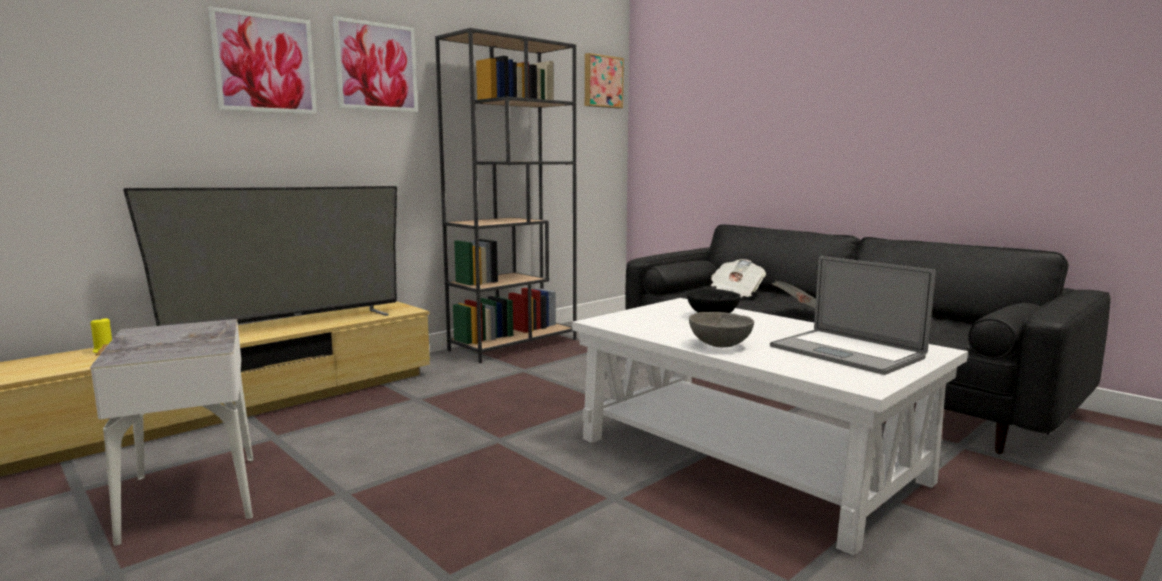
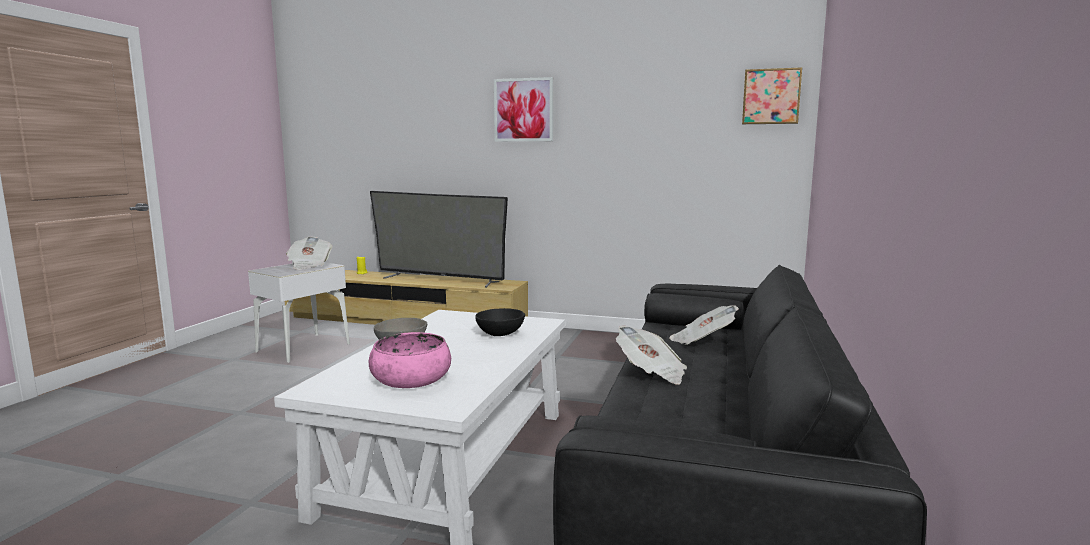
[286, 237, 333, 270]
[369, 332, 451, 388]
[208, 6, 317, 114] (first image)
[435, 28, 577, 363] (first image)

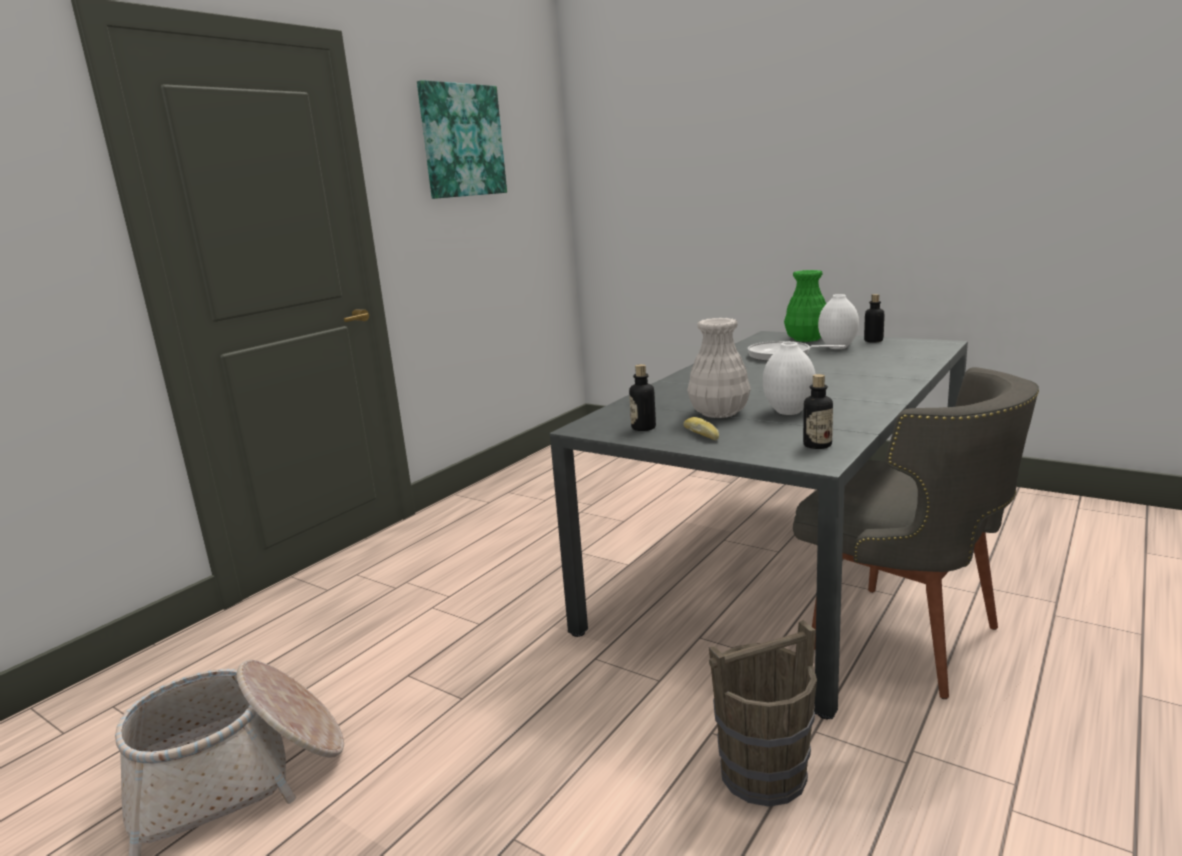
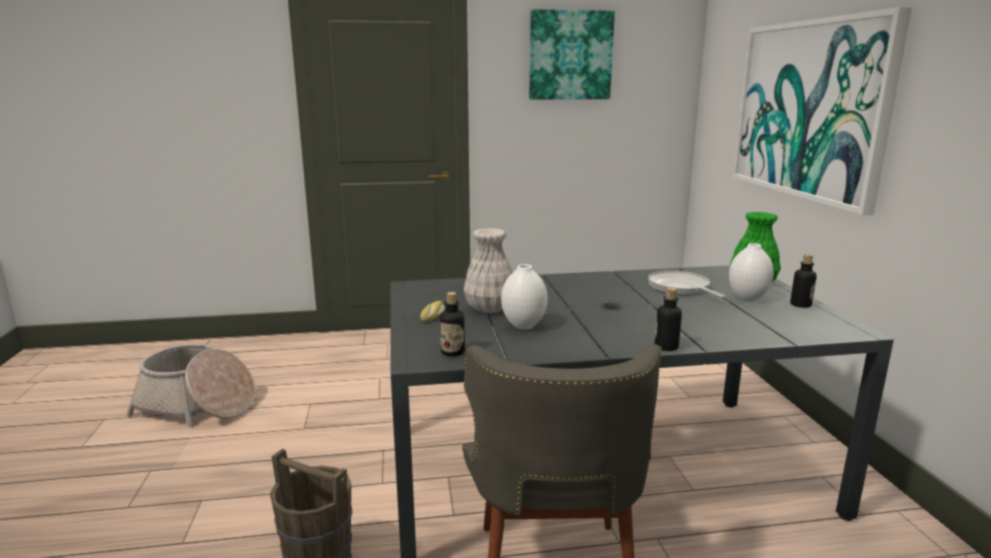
[655, 288, 682, 351]
[732, 7, 912, 215]

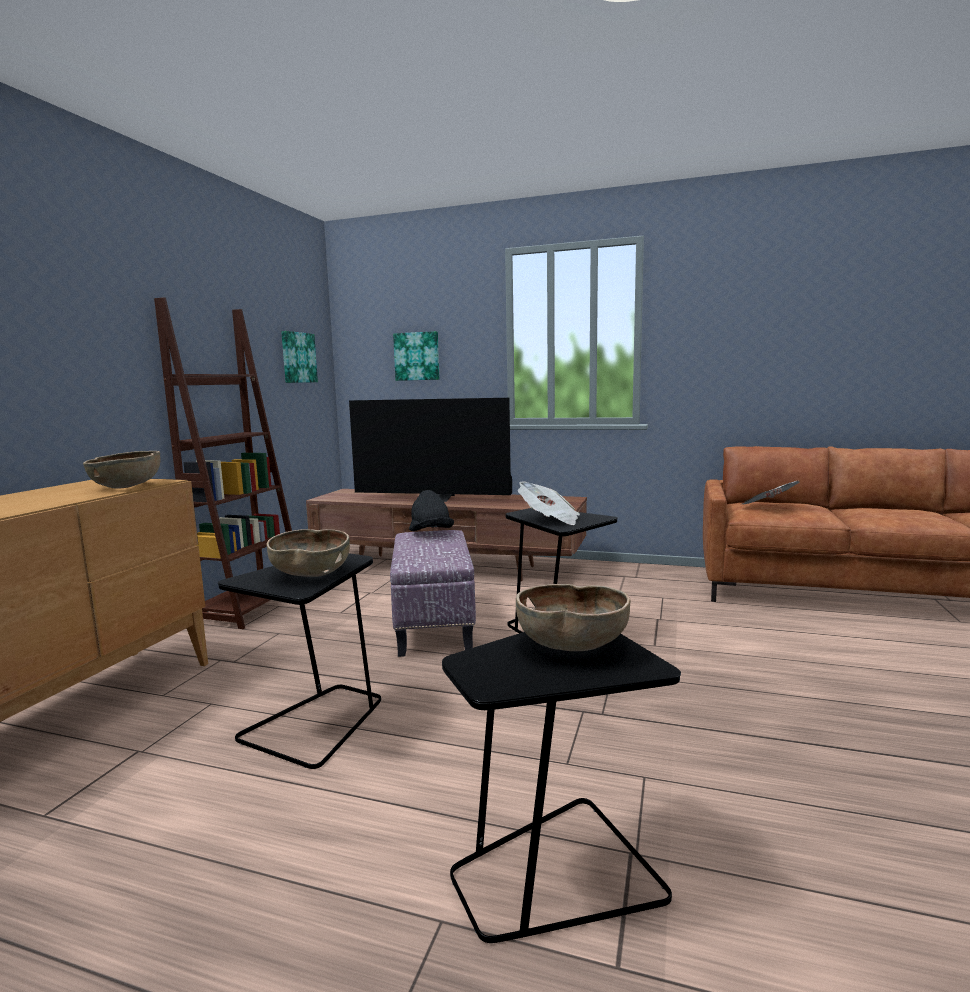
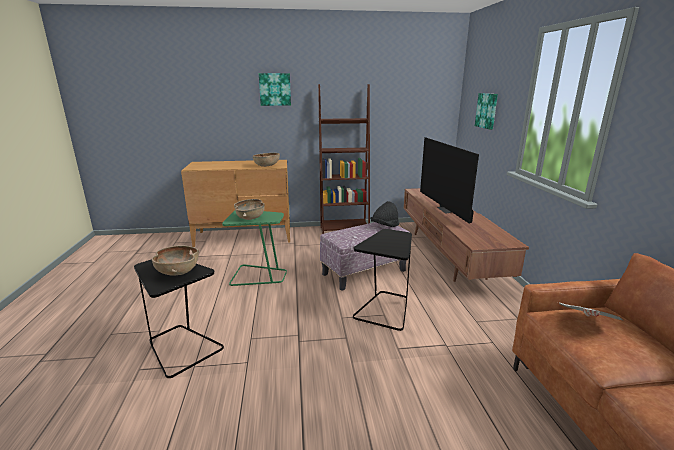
[222, 210, 287, 286]
[259, 73, 291, 106]
[518, 481, 580, 525] (first image)

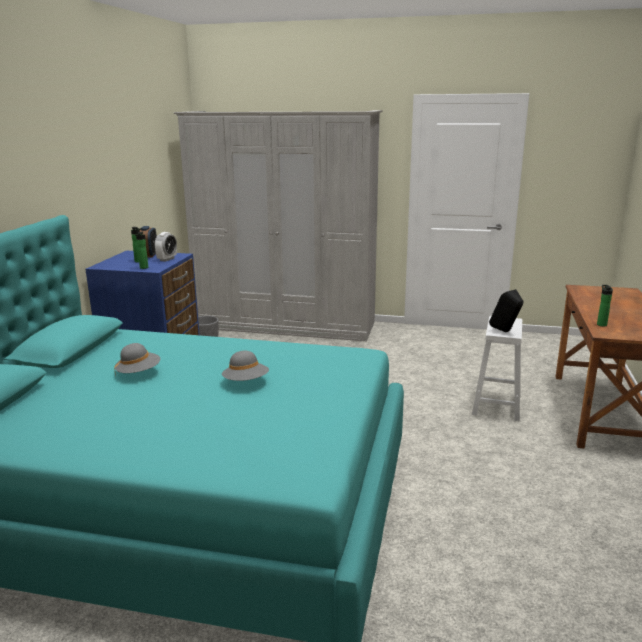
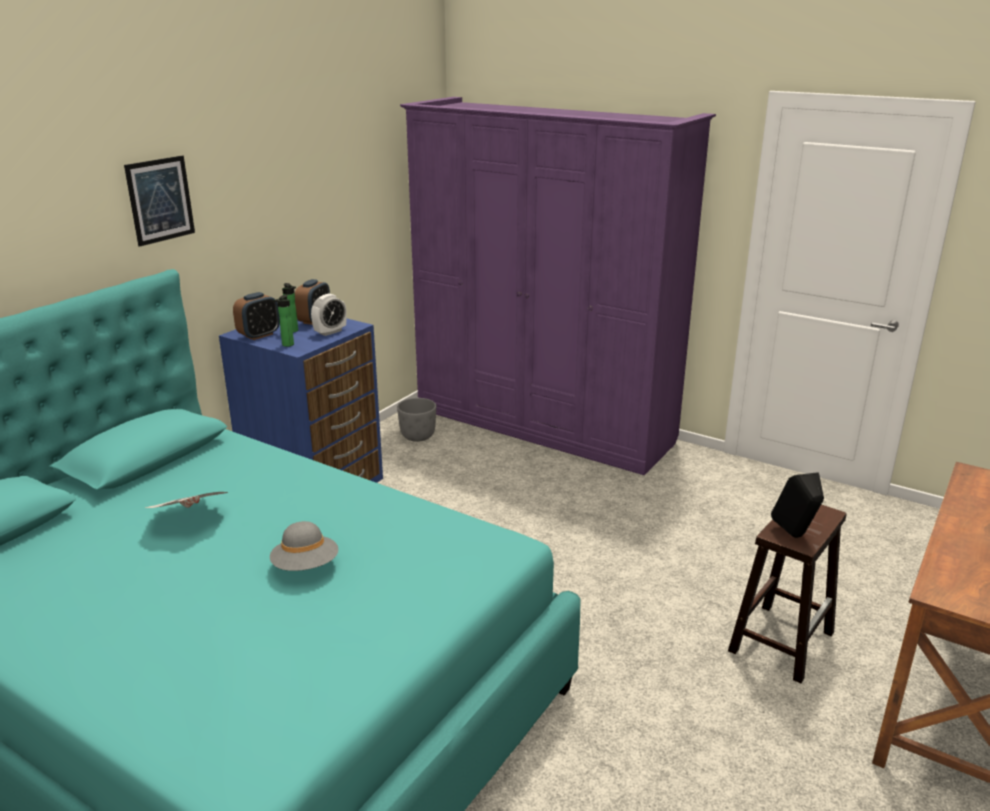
[124, 156, 195, 247]
[145, 492, 228, 508]
[233, 292, 280, 340]
[400, 97, 716, 475]
[728, 505, 846, 683]
[597, 285, 613, 327] (first image)

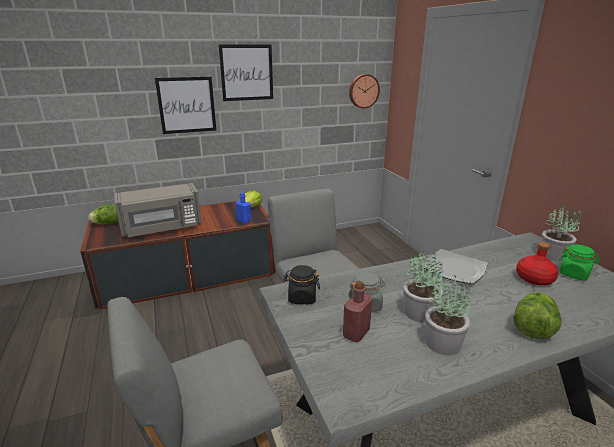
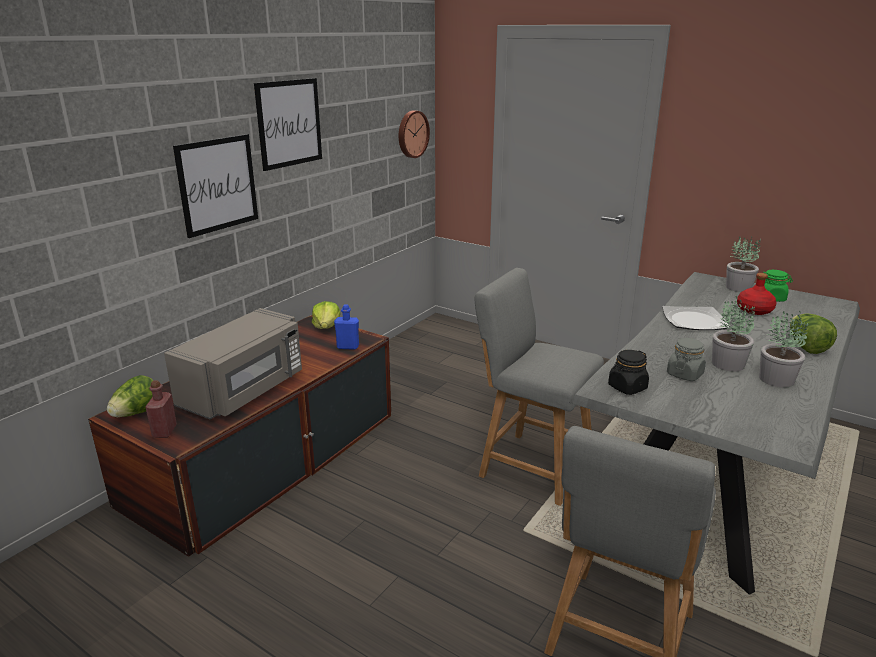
[145, 380, 177, 438]

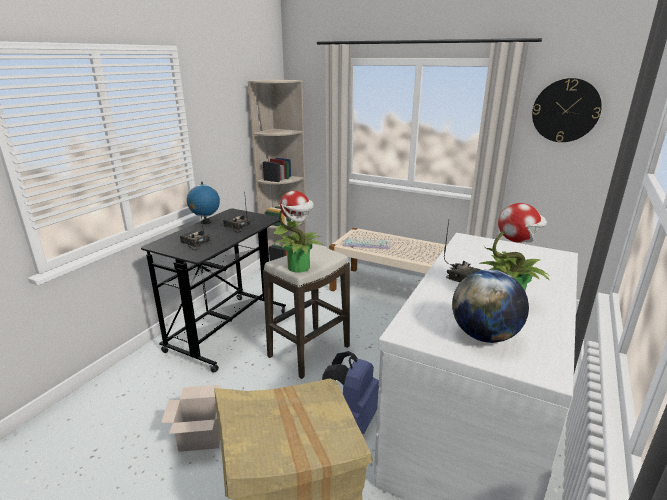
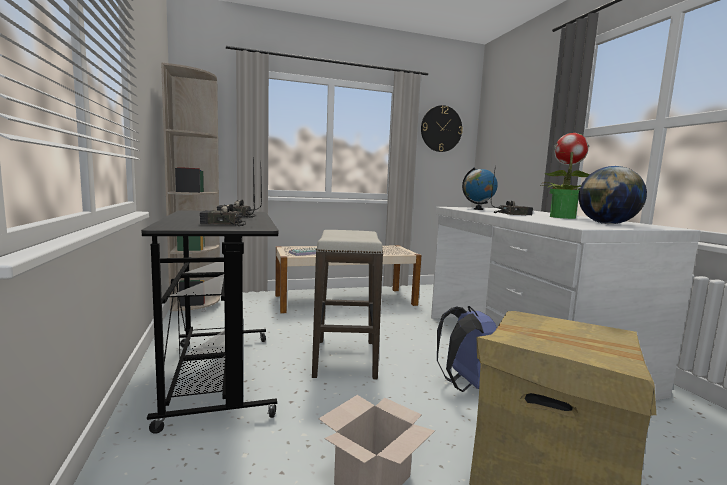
[462, 167, 498, 210]
[273, 191, 324, 272] (first image)

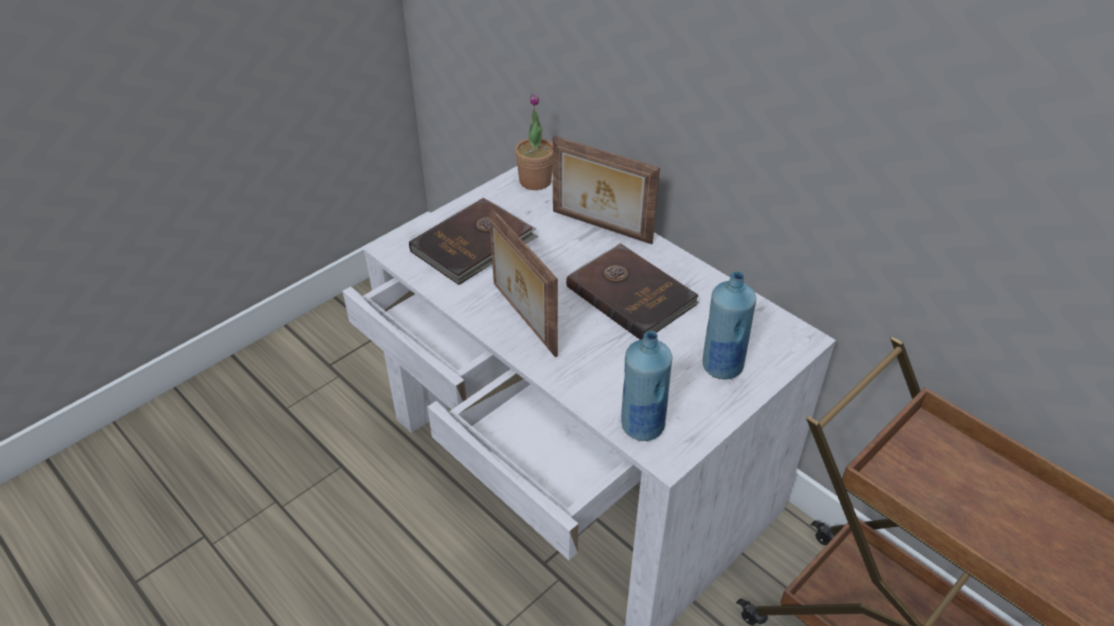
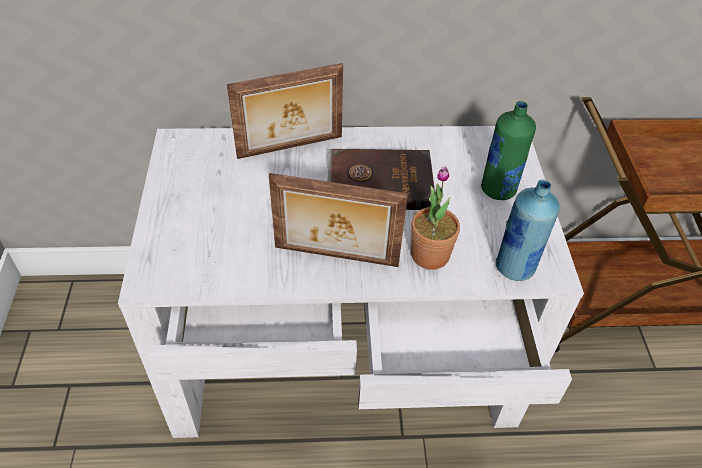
[411, 166, 460, 269]
[481, 101, 536, 200]
[409, 198, 538, 285] (first image)

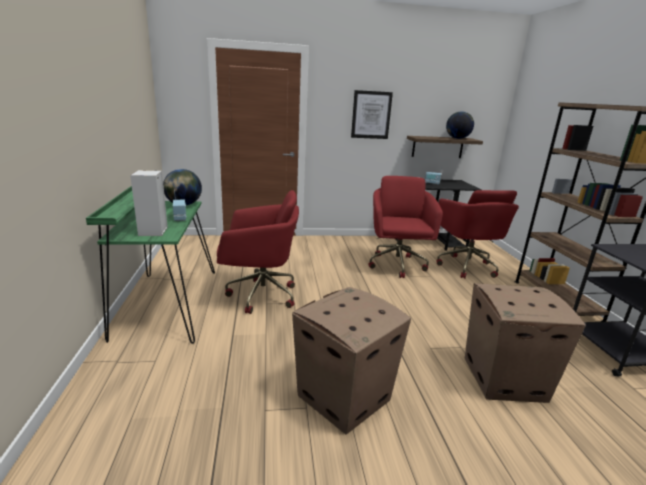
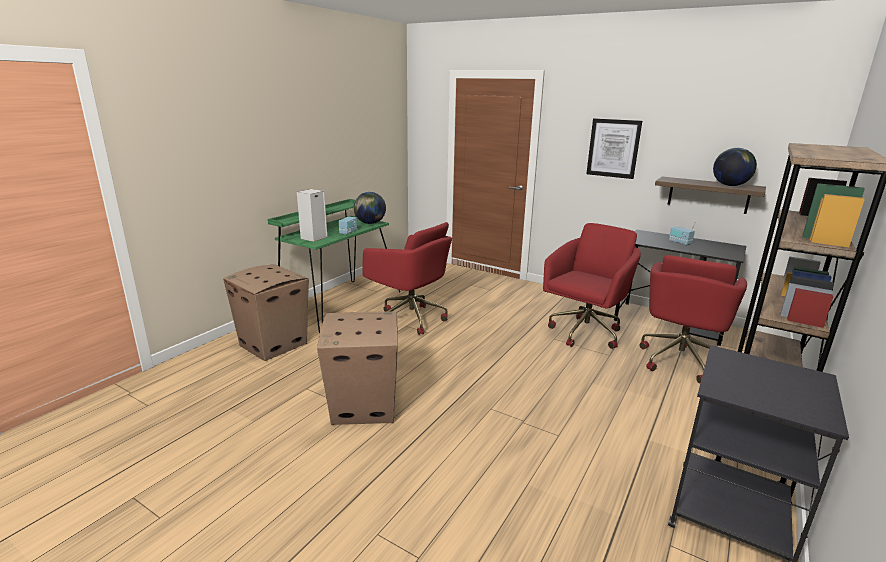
[223, 265, 309, 361]

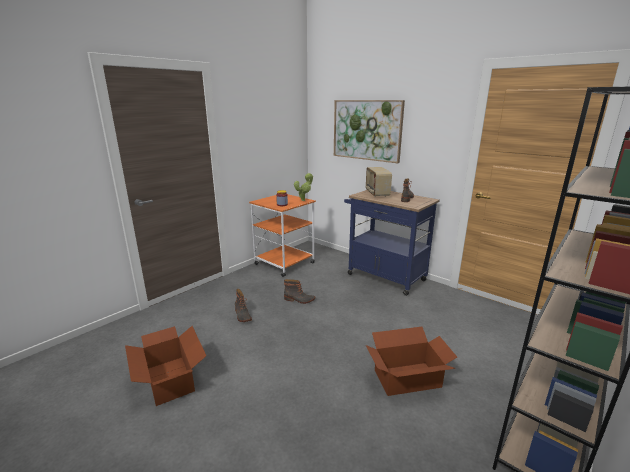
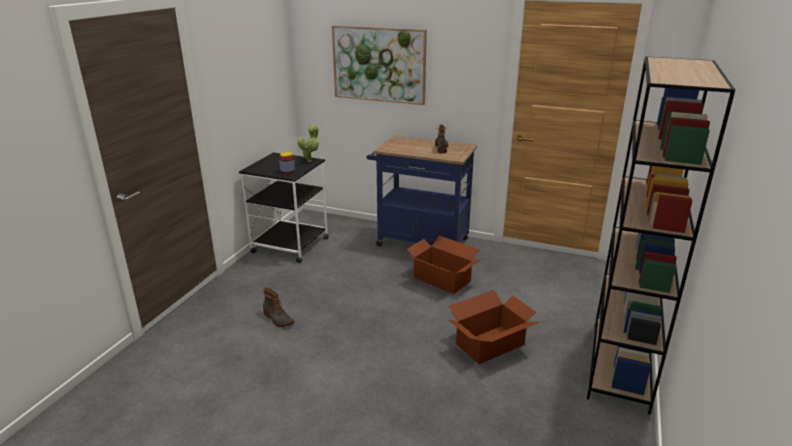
[239, 152, 329, 263]
[406, 235, 481, 294]
[284, 279, 315, 304] (first image)
[366, 167, 392, 197] (first image)

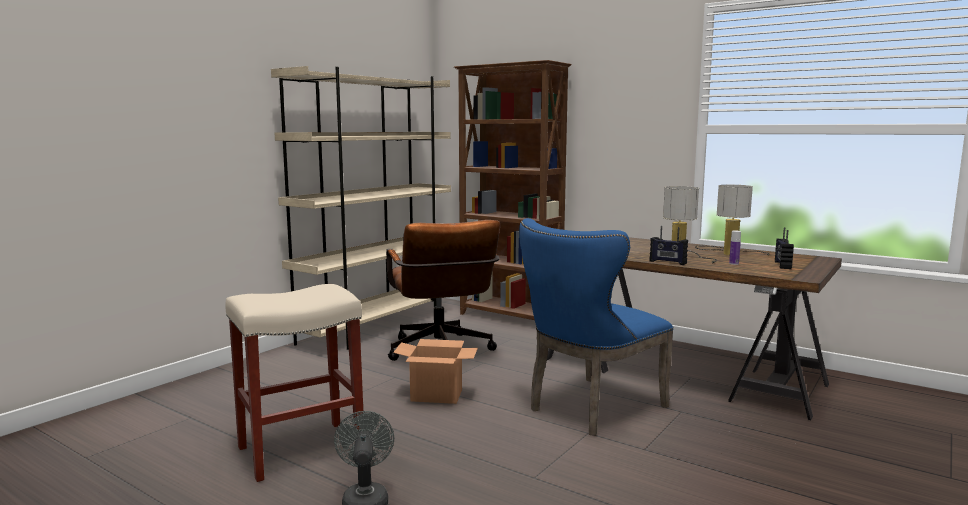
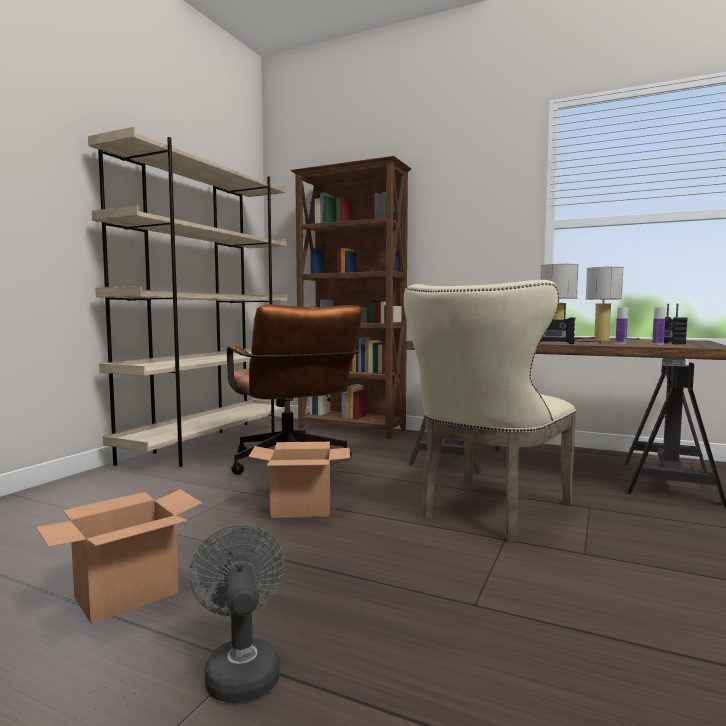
[36, 489, 202, 624]
[404, 280, 576, 542]
[652, 307, 666, 345]

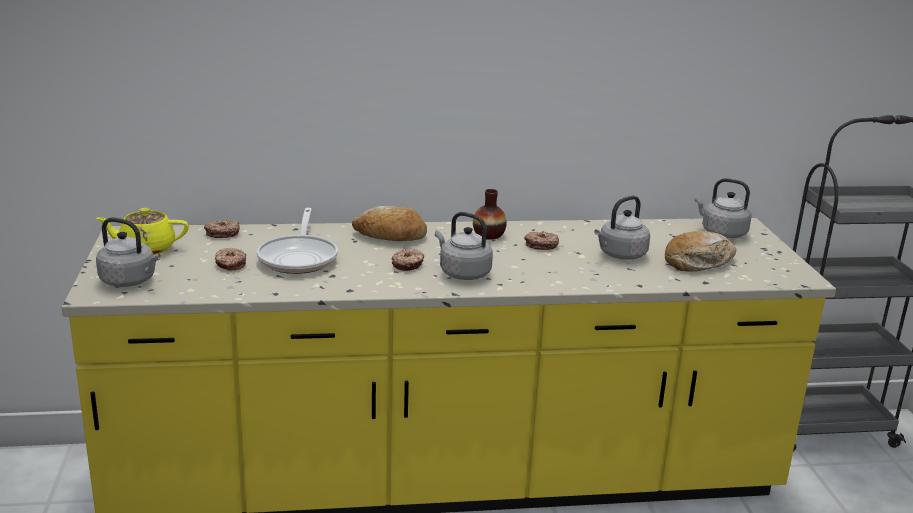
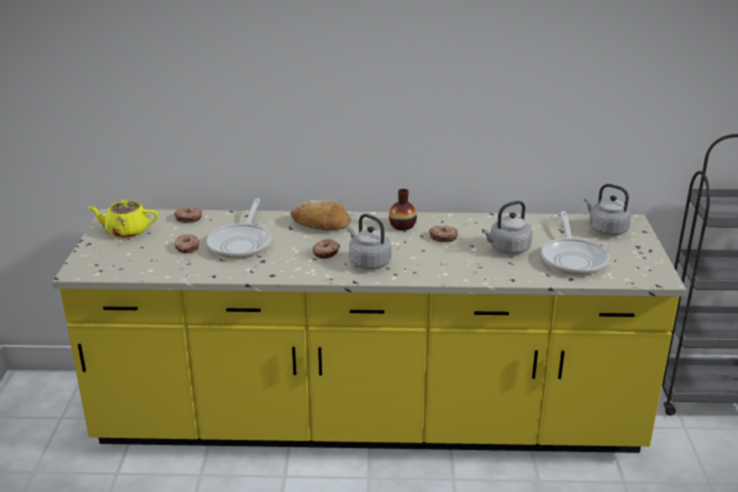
[541, 211, 609, 275]
[96, 217, 161, 287] (first image)

